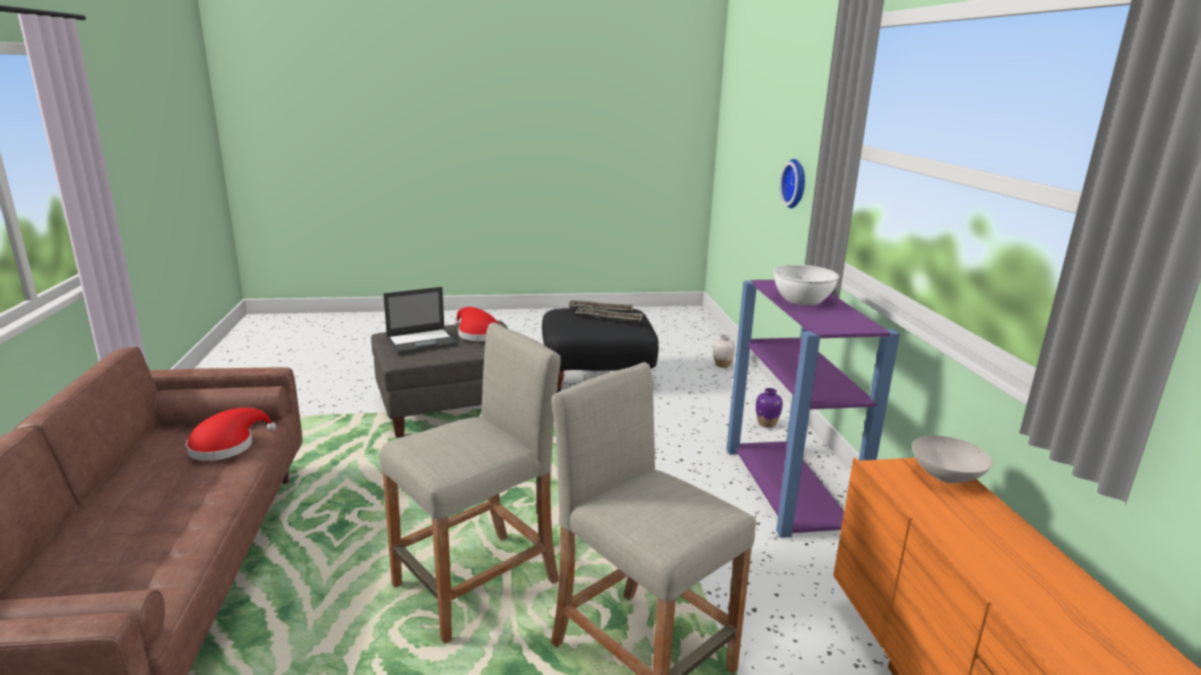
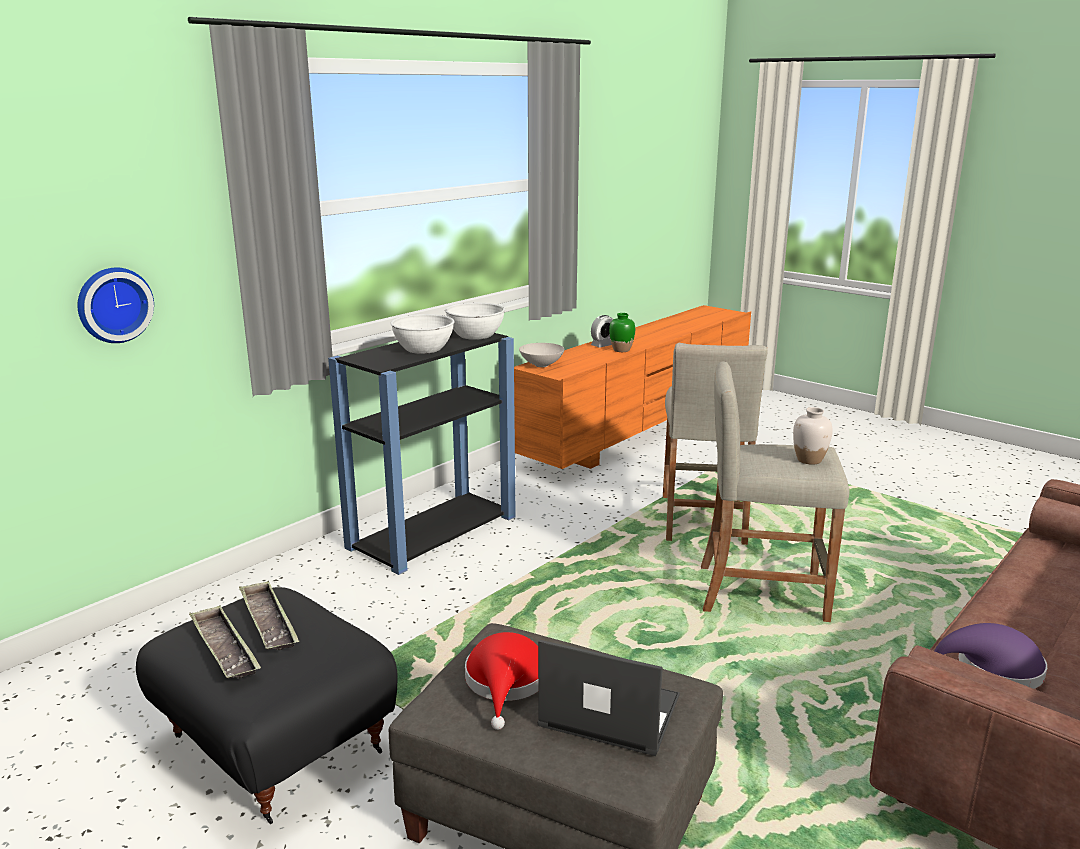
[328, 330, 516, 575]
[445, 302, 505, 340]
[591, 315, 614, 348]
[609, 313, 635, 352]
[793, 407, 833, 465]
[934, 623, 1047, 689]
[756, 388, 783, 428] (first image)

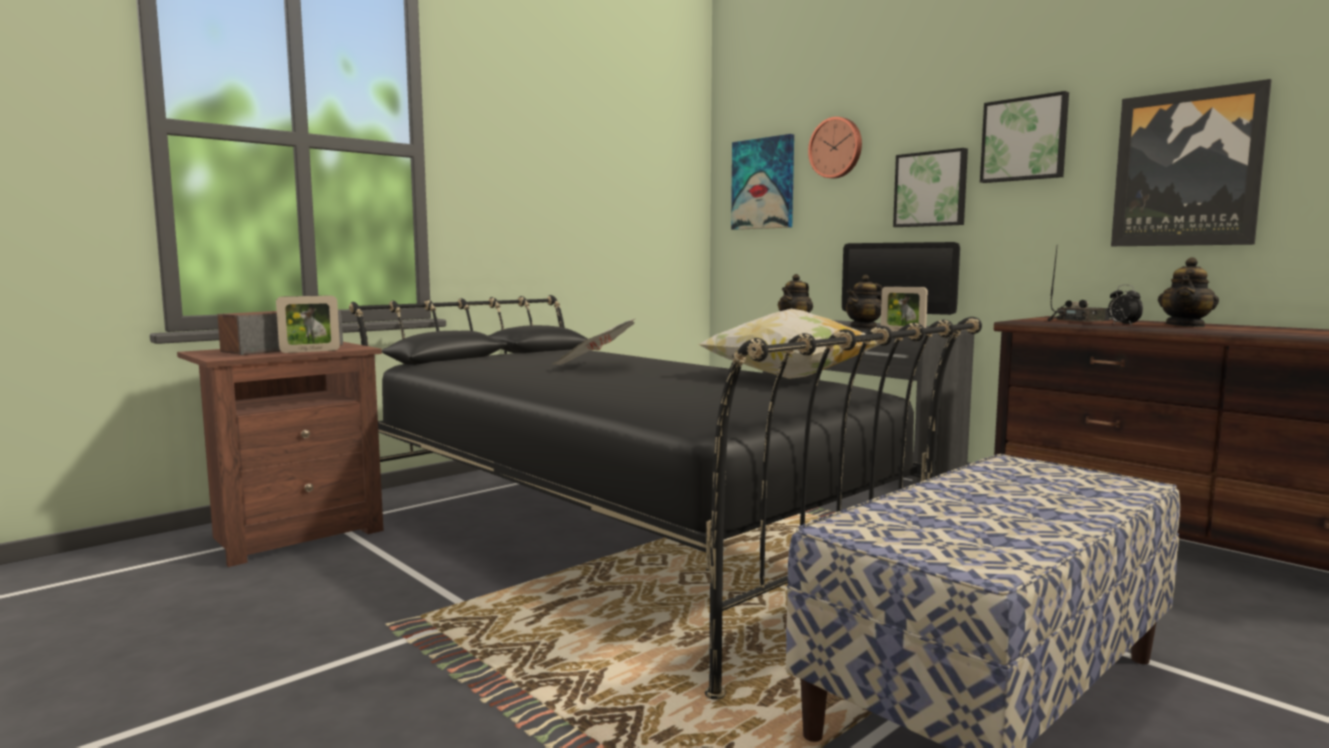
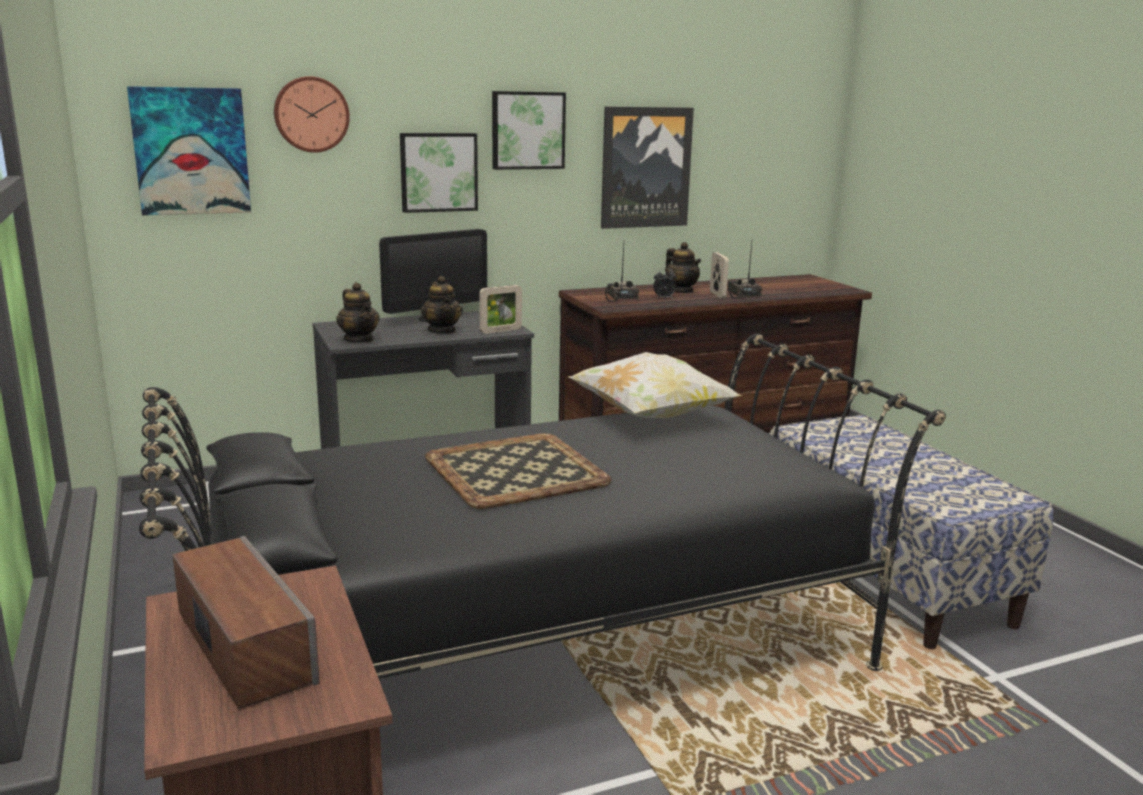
[425, 433, 611, 509]
[710, 252, 729, 299]
[728, 243, 762, 299]

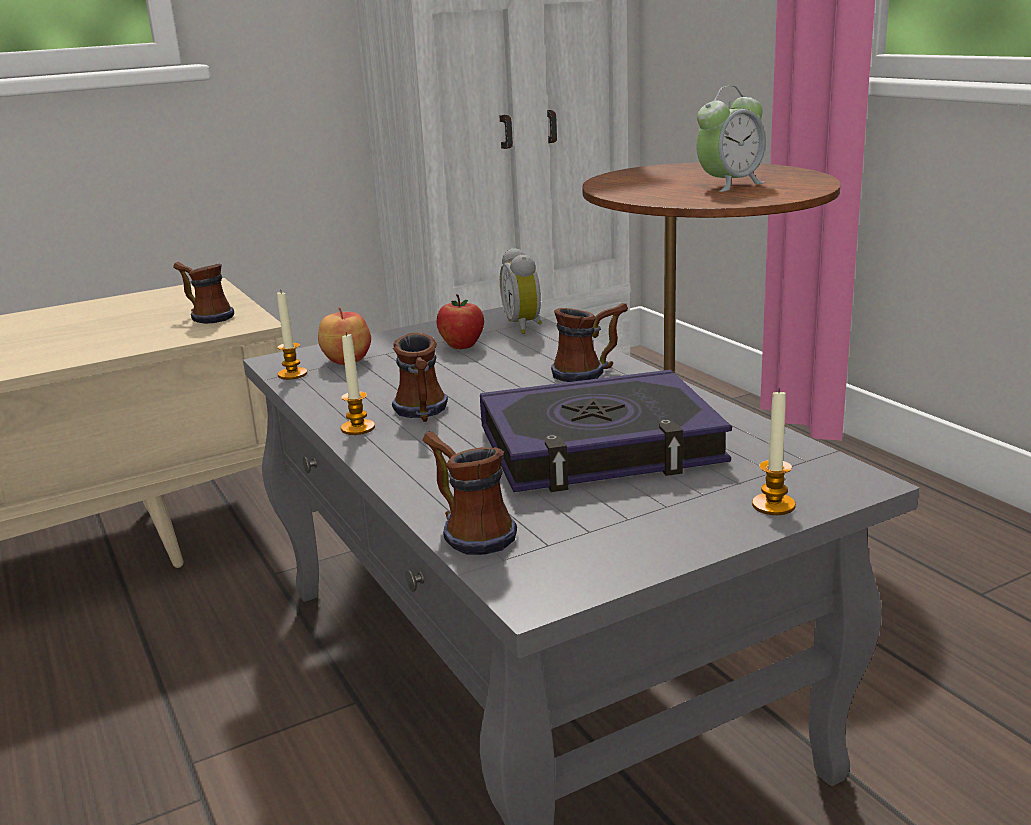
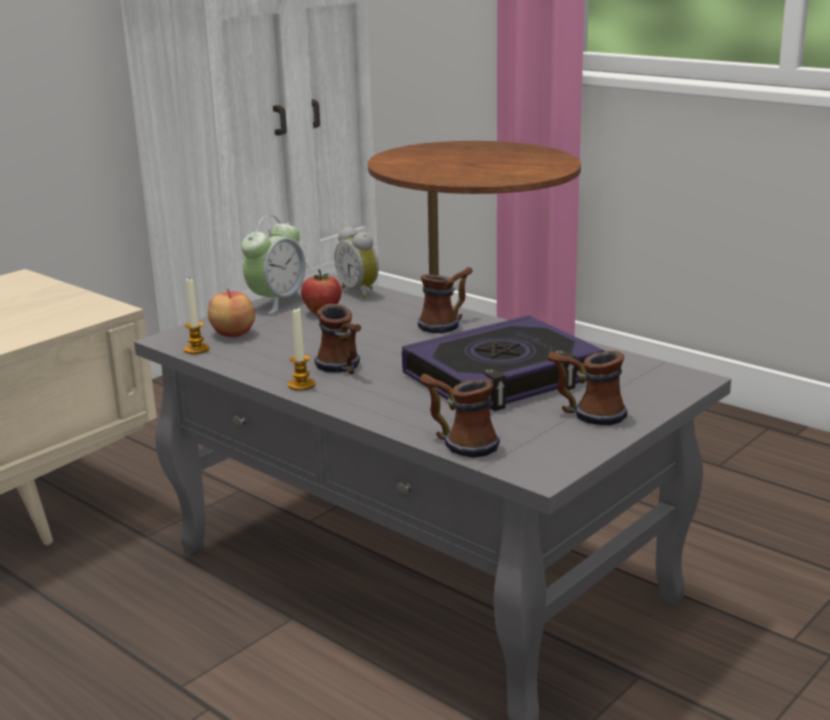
[241, 215, 306, 314]
[547, 351, 627, 426]
[752, 388, 796, 515] (first image)

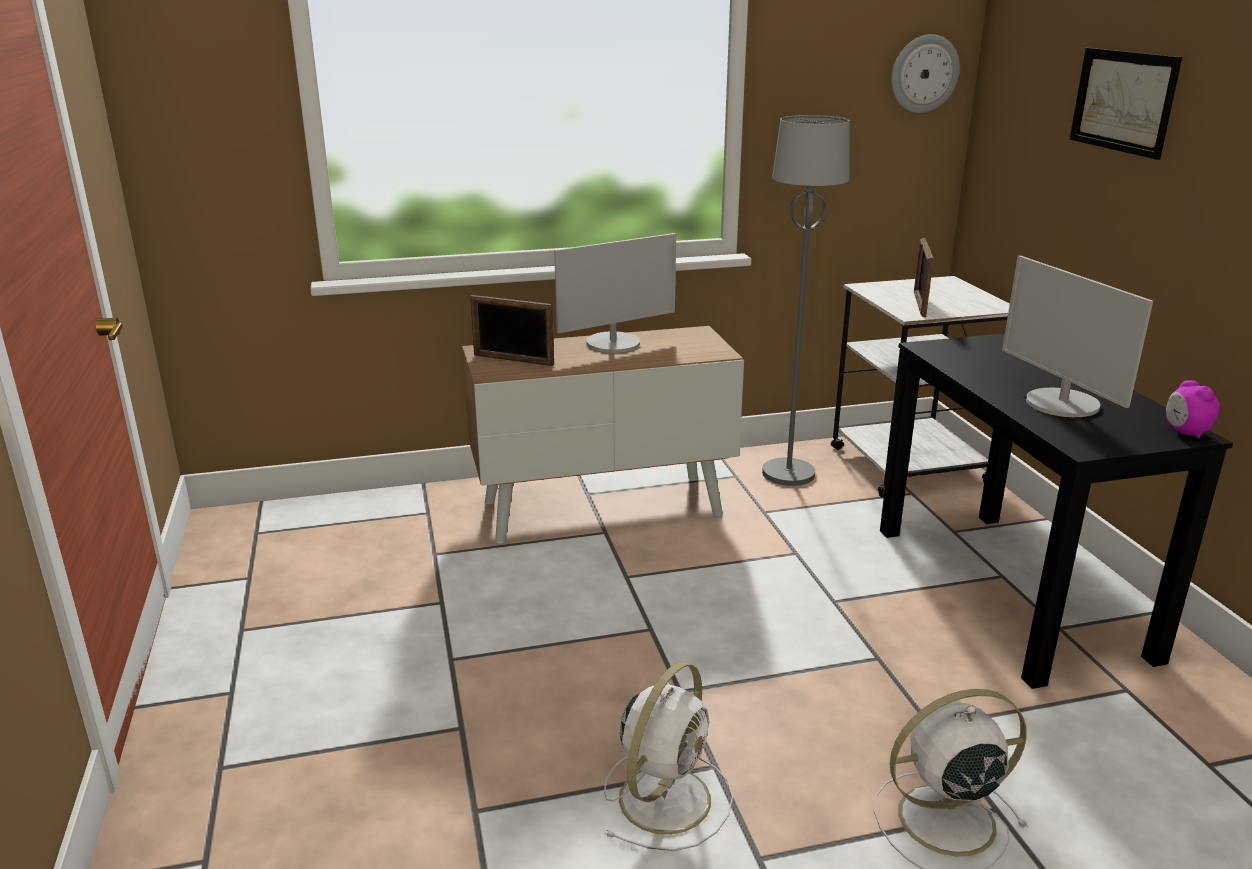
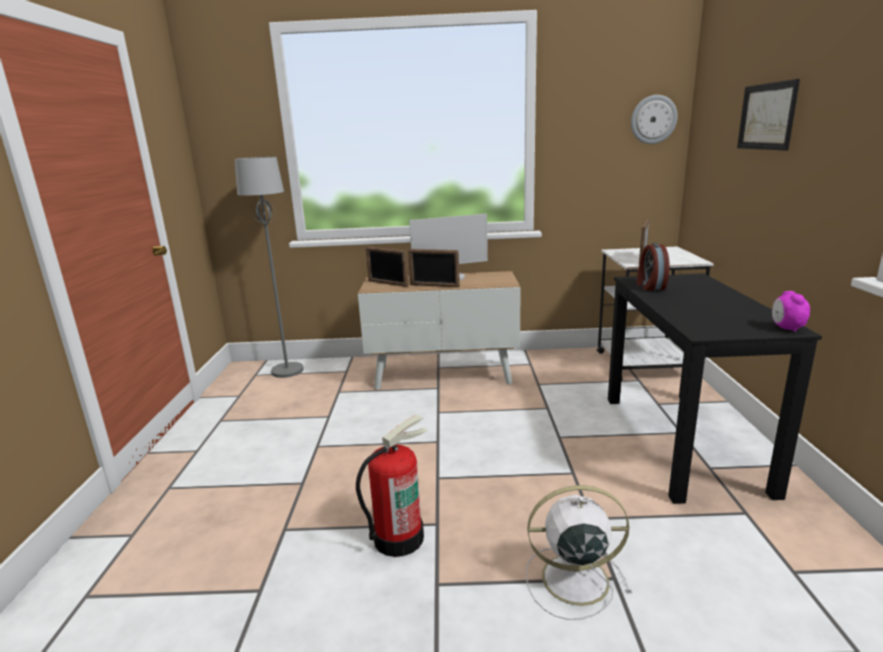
[235, 157, 304, 378]
[356, 415, 428, 557]
[408, 249, 460, 287]
[637, 243, 669, 291]
[1002, 255, 1153, 417] (first image)

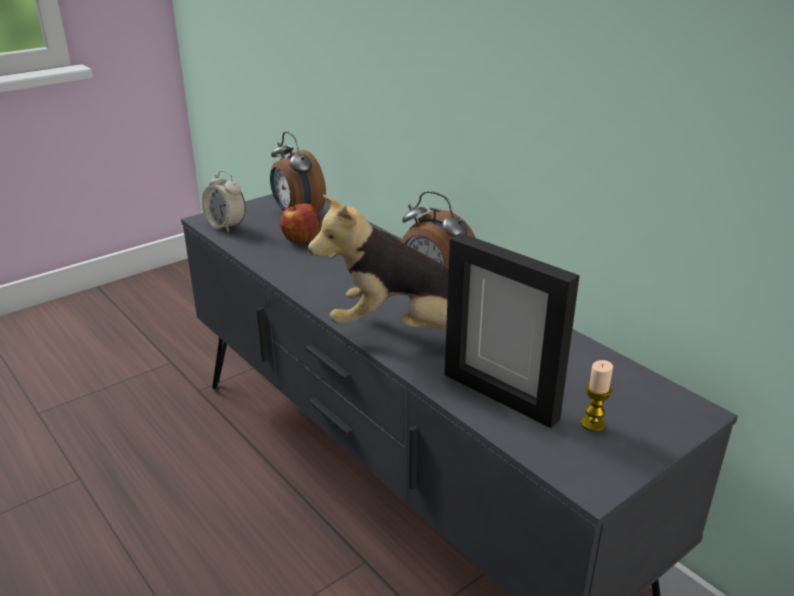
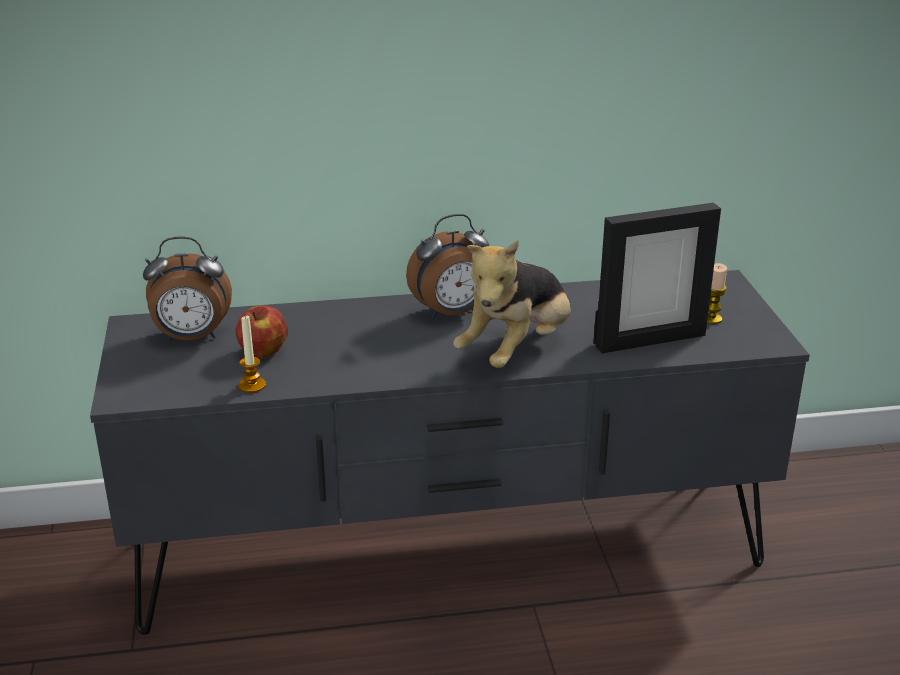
[238, 316, 266, 393]
[202, 170, 246, 233] (first image)

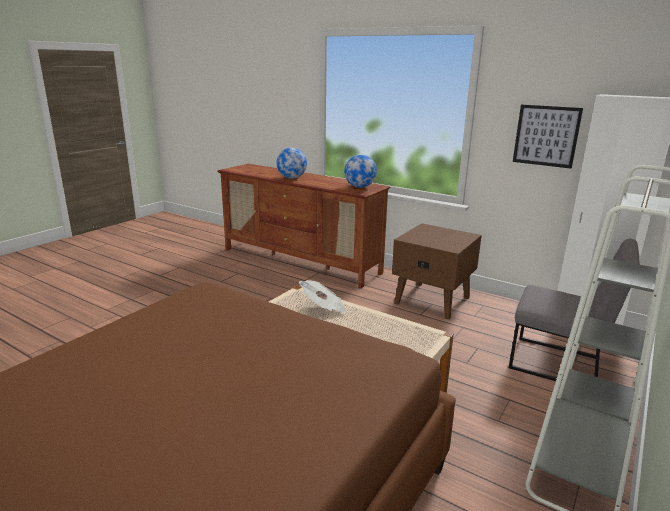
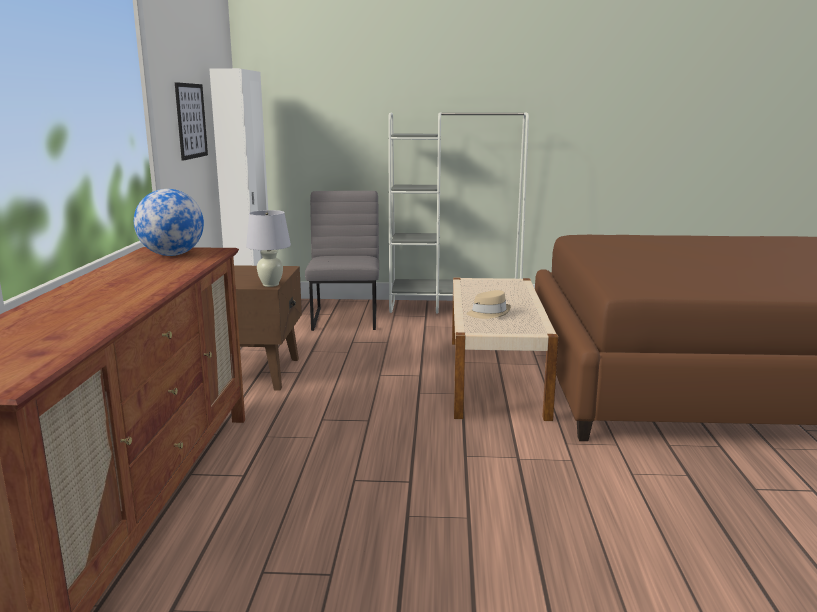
[246, 210, 291, 287]
[466, 290, 511, 319]
[277, 147, 307, 179] (first image)

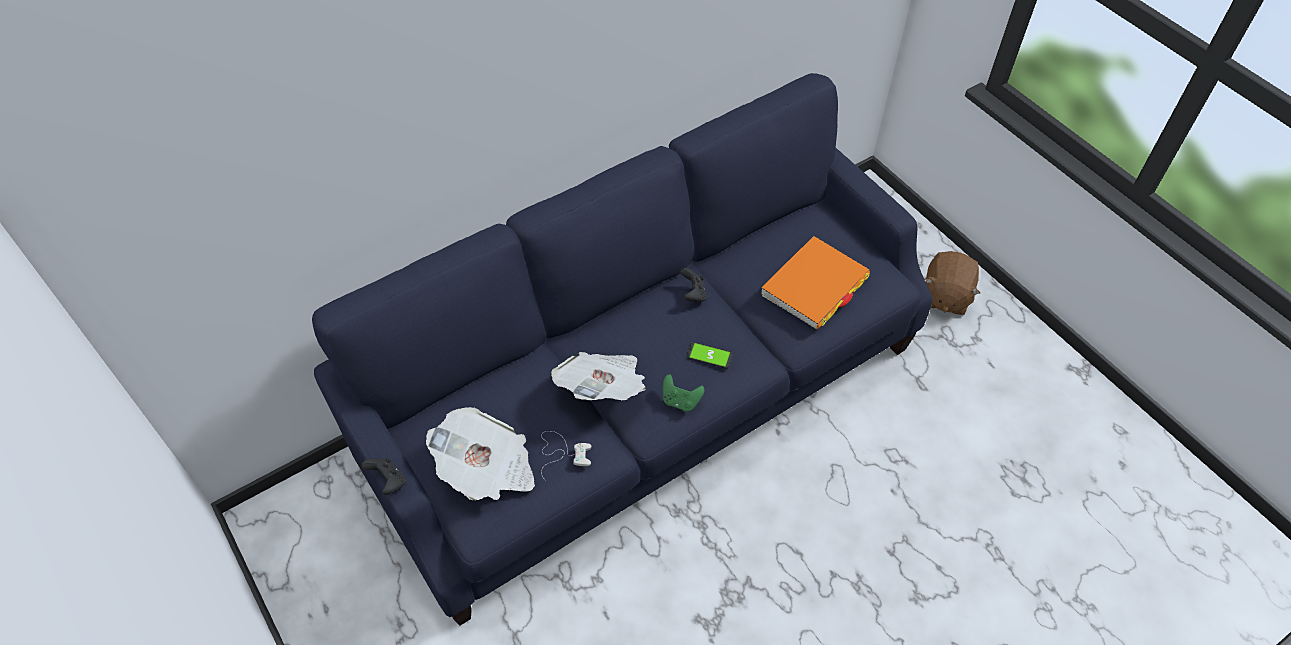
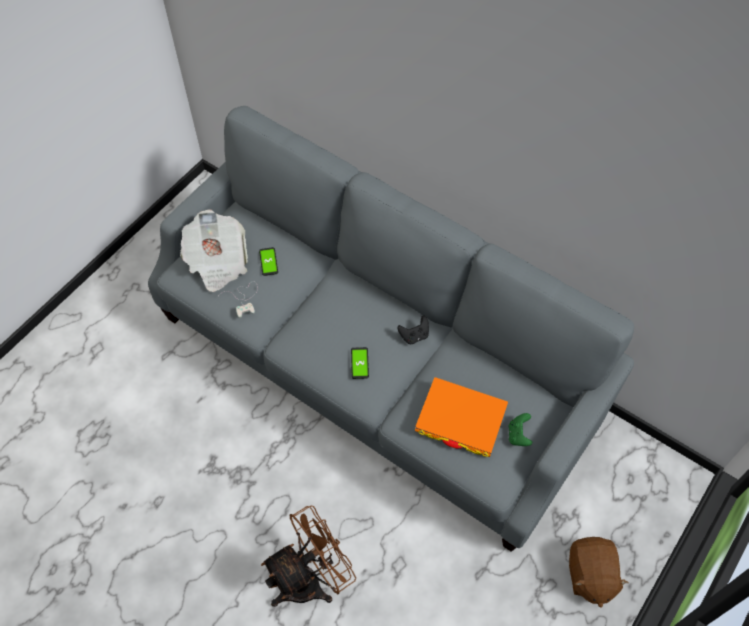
[148, 106, 634, 552]
[259, 247, 278, 276]
[261, 506, 356, 607]
[508, 413, 532, 446]
[569, 537, 629, 608]
[361, 458, 406, 495] (first image)
[551, 352, 646, 400] (first image)

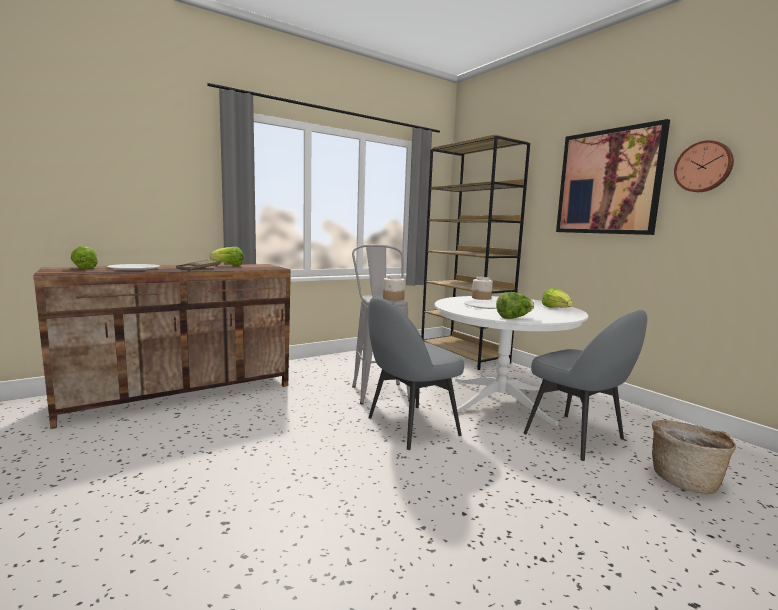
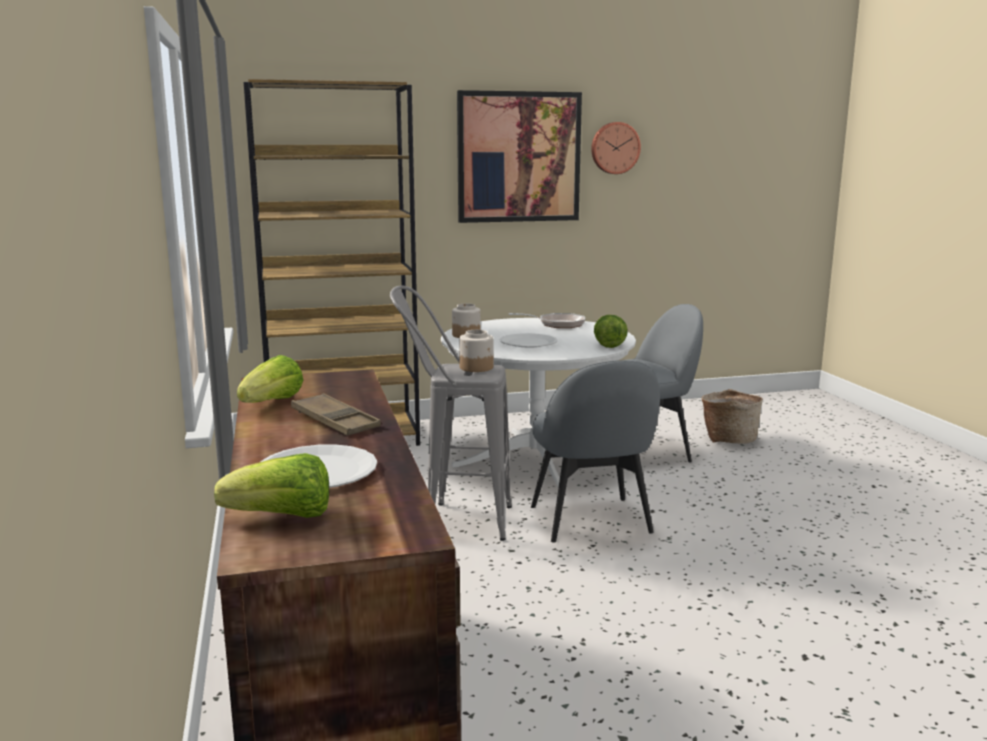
[509, 313, 585, 328]

